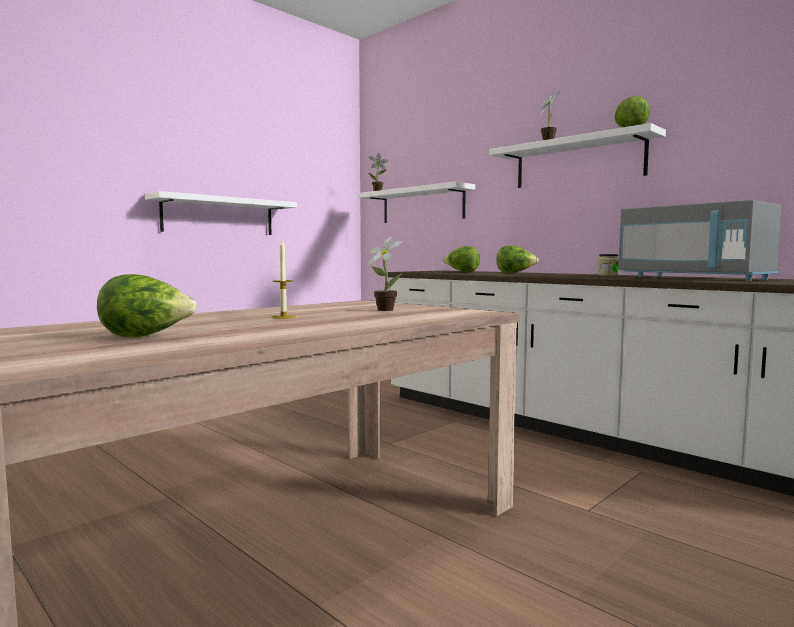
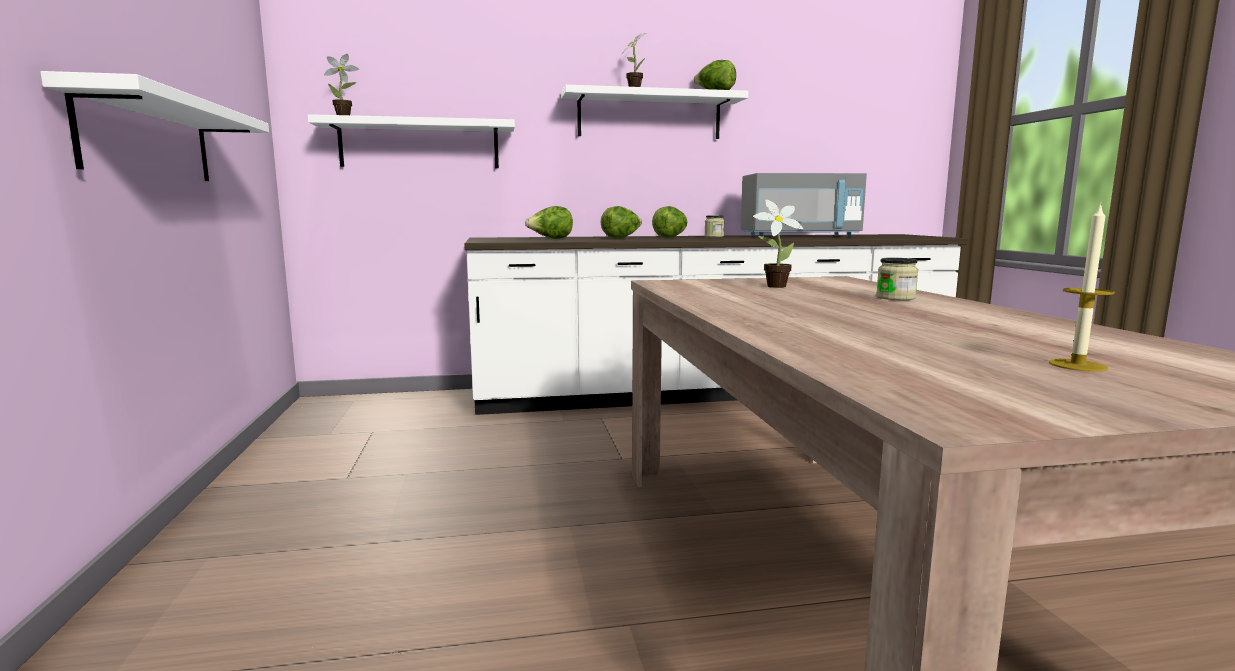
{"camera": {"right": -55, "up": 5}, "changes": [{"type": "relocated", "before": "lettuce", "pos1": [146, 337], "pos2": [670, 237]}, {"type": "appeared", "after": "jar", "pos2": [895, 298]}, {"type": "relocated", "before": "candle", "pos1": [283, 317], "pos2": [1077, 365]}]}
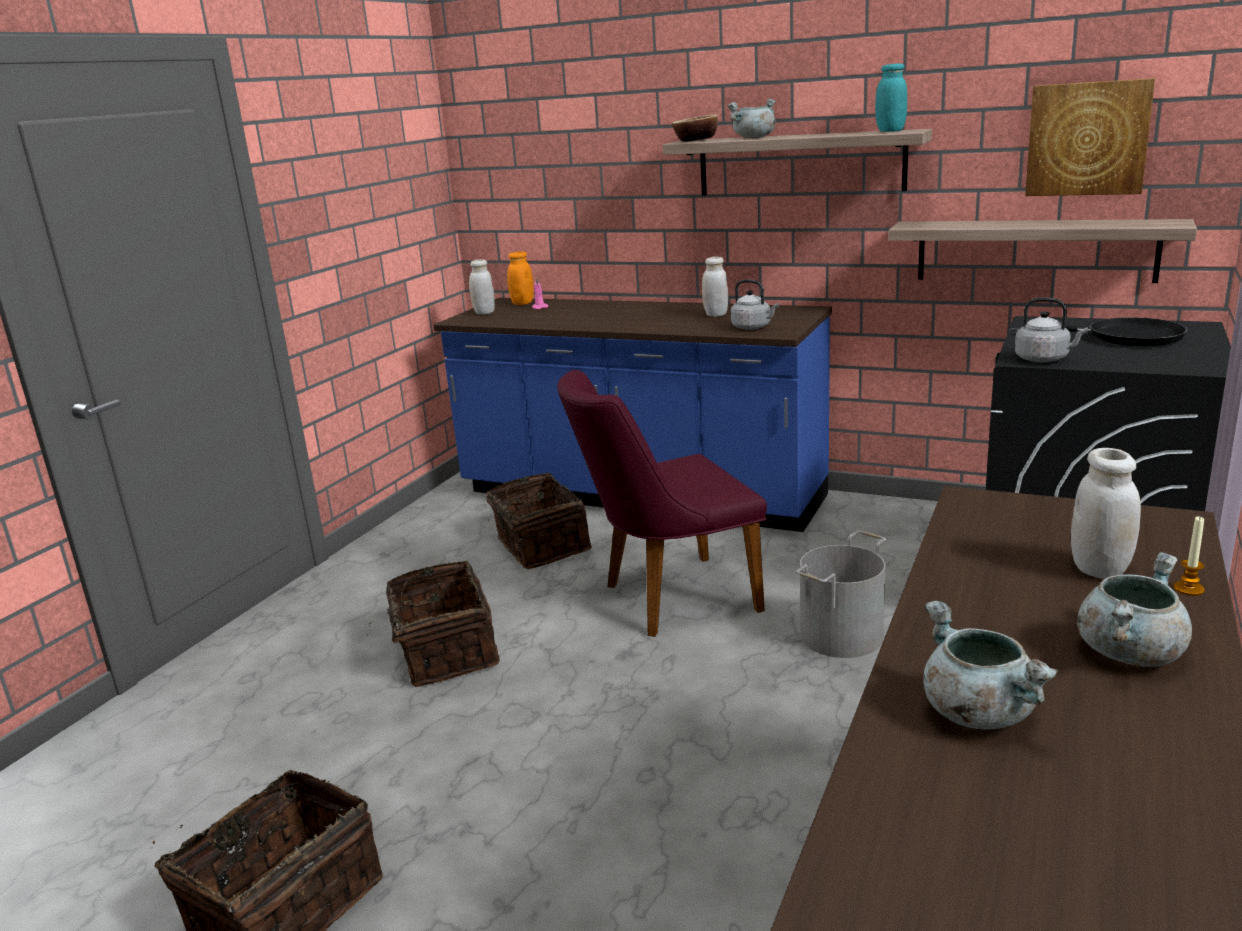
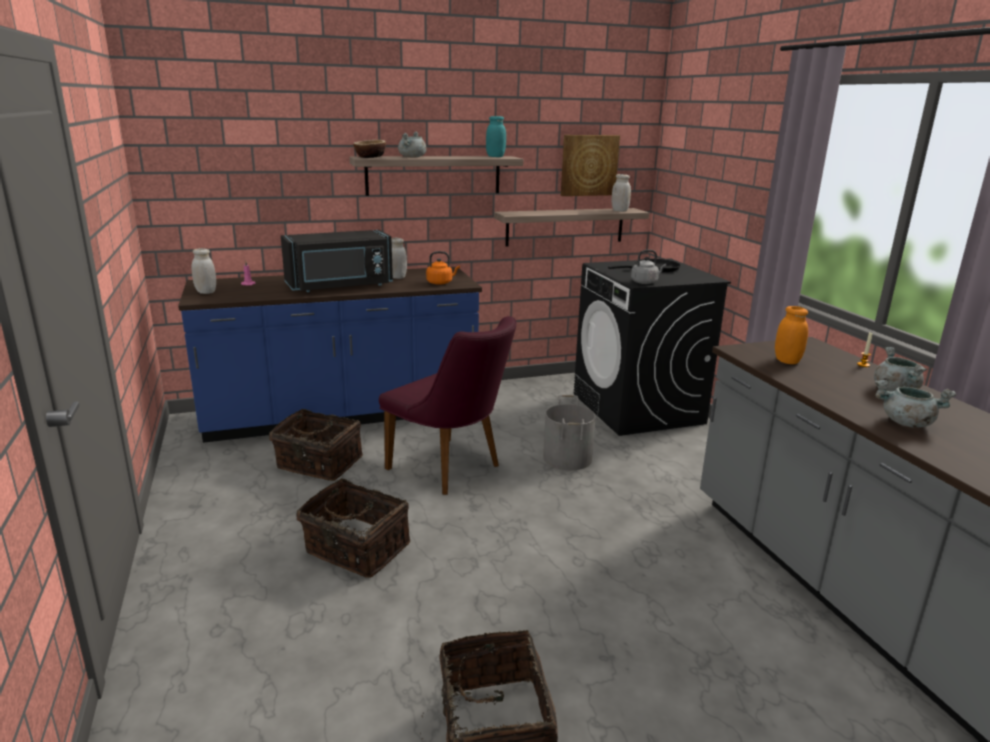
{"camera": {"right": -45, "up": 0}, "changes": [{"type": "appeared", "after": "microwave (black)", "pos2": [340, 286]}, {"type": "spun", "before": "chair (purple)", "pos1": [666, 599], "pos2": [451, 469], "turn": -75}, {"type": "colour", "before": "kettle (grey)", "after": "kettle (orange)", "pos1": [753, 327], "pos2": [441, 283]}, {"type": "relocated", "before": "jar (white)", "pos1": [1099, 569], "pos2": [619, 211]}, {"type": "relocated", "before": "jar (orange)", "pos1": [522, 303], "pos2": [787, 361]}]}
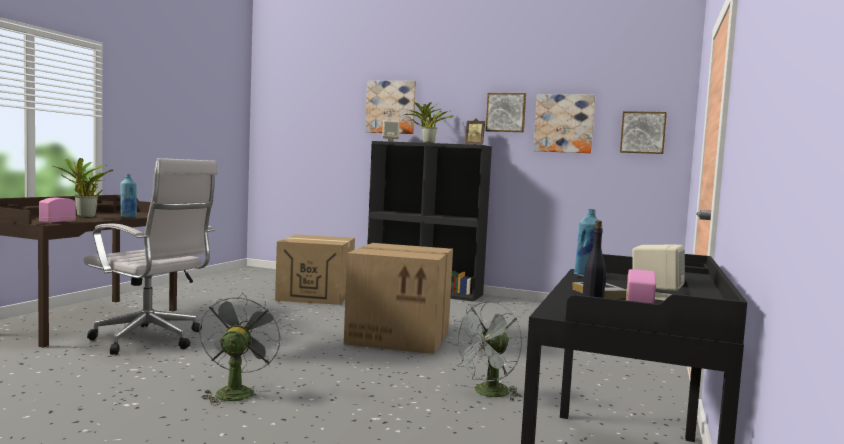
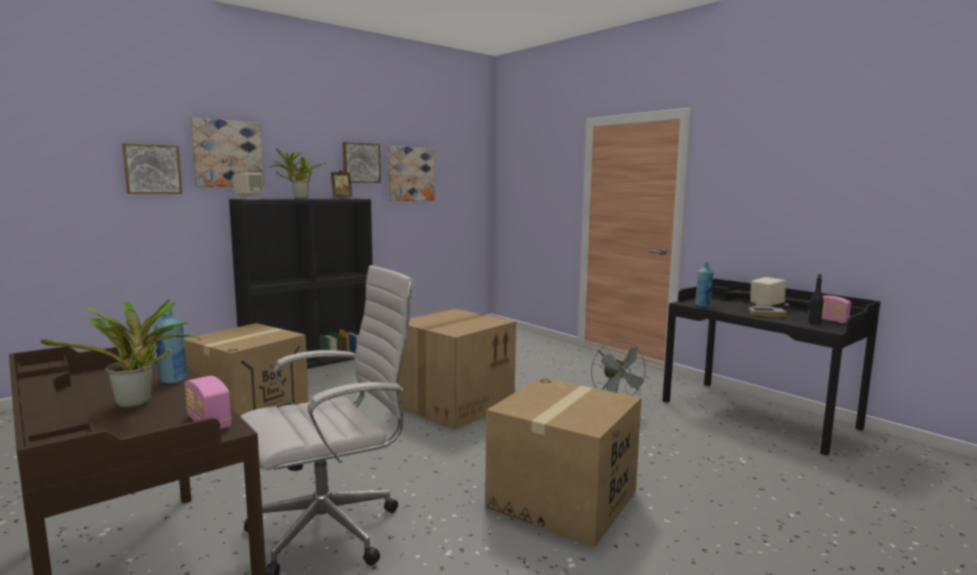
{"camera": {"right": -60, "up": 5}, "changes": [{"type": "relocated", "before": "picture", "pos1": [643, 132], "pos2": [152, 169]}, {"type": "exchanged", "before": "fan (grey)", "after": "cardboard box", "pos1": [235, 391], "pos2": [563, 500]}]}
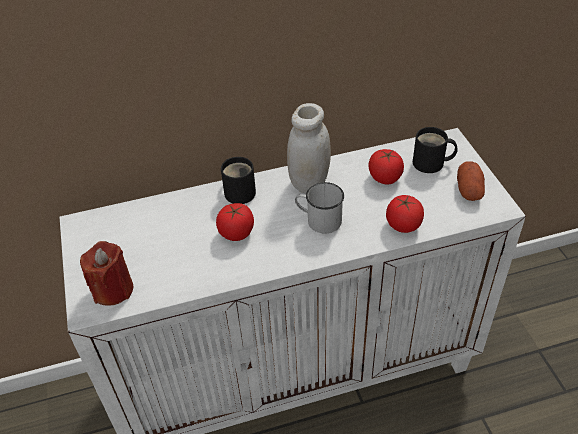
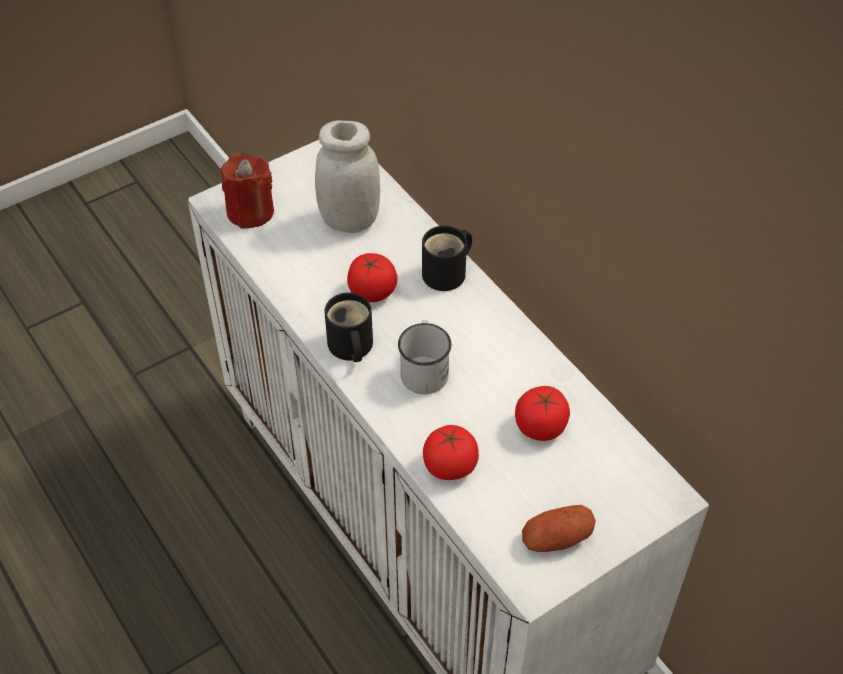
{"camera": {"right": 70, "up": 5}, "changes": [{"type": "relocated", "before": "jar (white)", "pos1": [309, 183], "pos2": [349, 220]}, {"type": "relocated", "before": "mug (black)", "pos1": [431, 164], "pos2": [349, 347]}]}
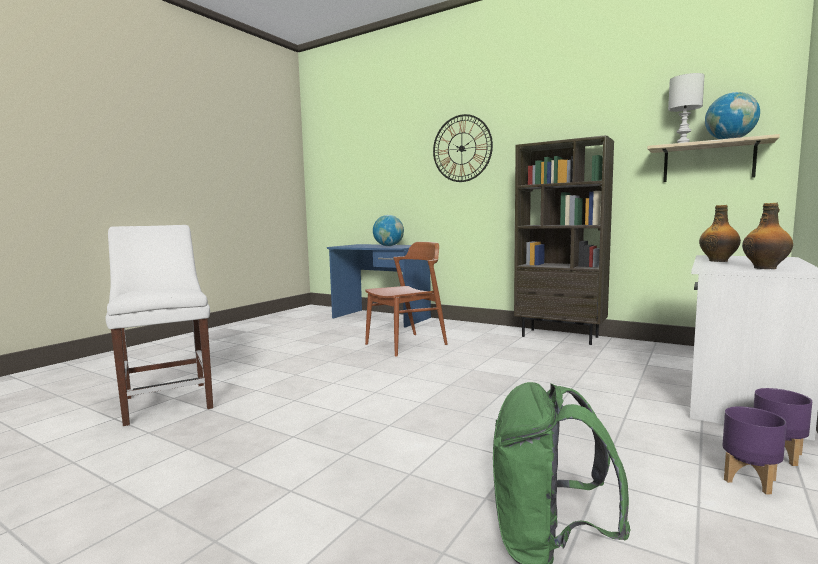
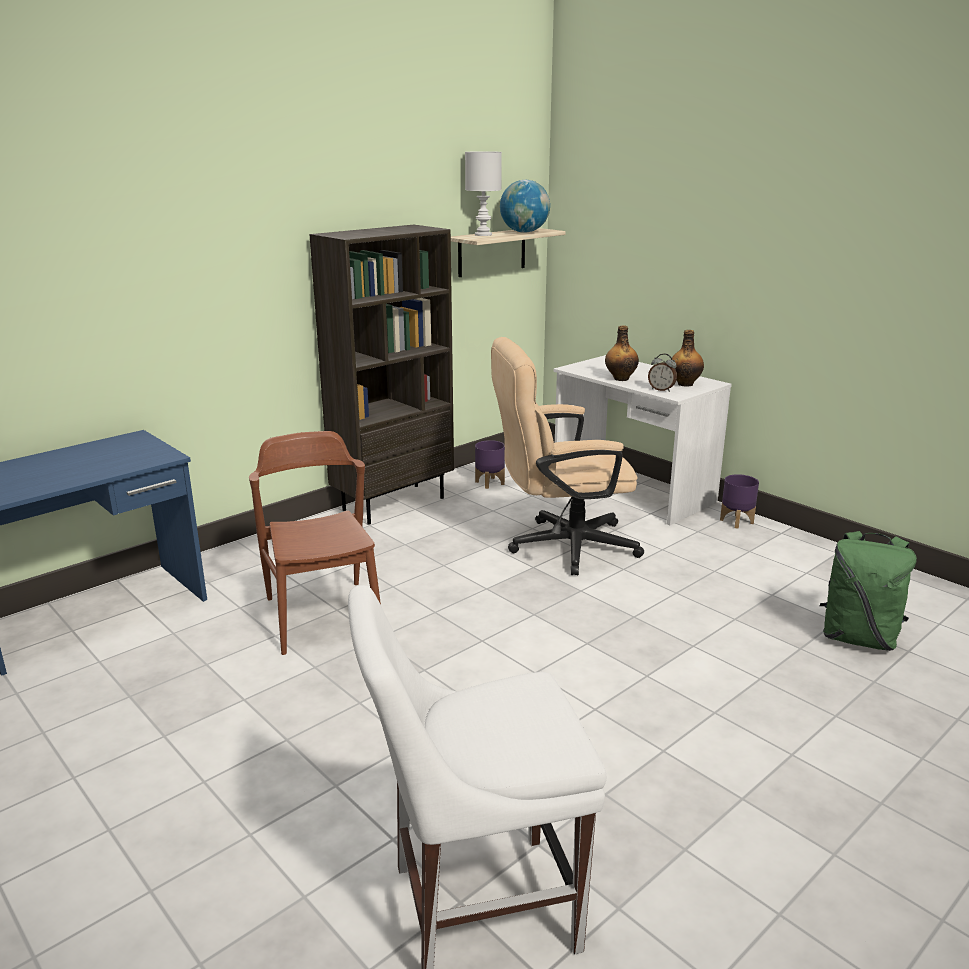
{"camera": {"right": -75, "up": 15}, "changes": [{"type": "relocated", "before": "planter (purple)", "pos1": [749, 480], "pos2": [490, 483]}, {"type": "appeared", "after": "office chair (beige)", "pos2": [561, 546]}, {"type": "appeared", "after": "alarm clock", "pos2": [661, 389]}, {"type": "missing", "before": "globe", "pos1": [388, 246]}, {"type": "missing", "before": "wall clock", "pos1": [462, 148]}]}
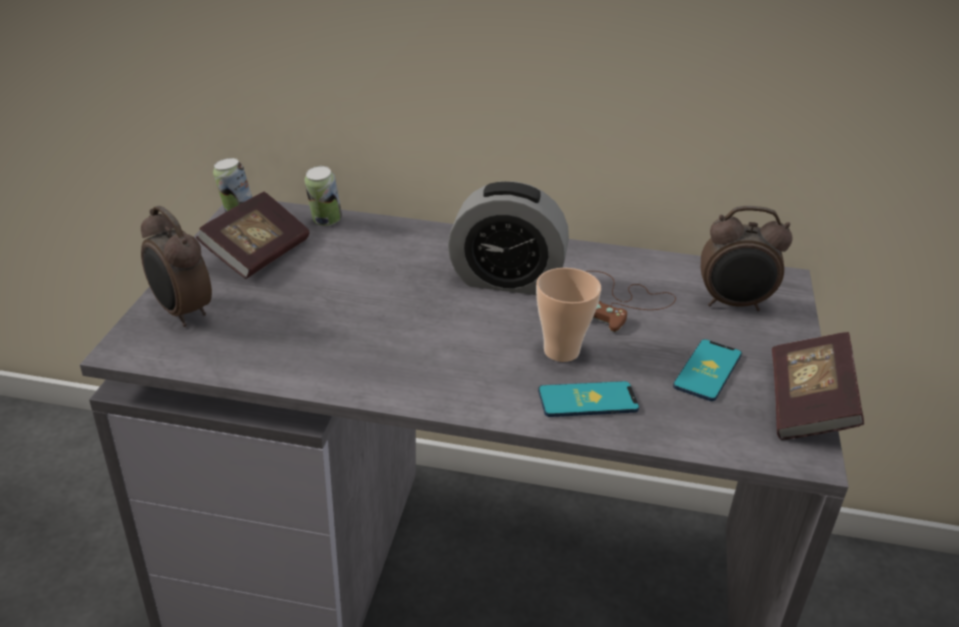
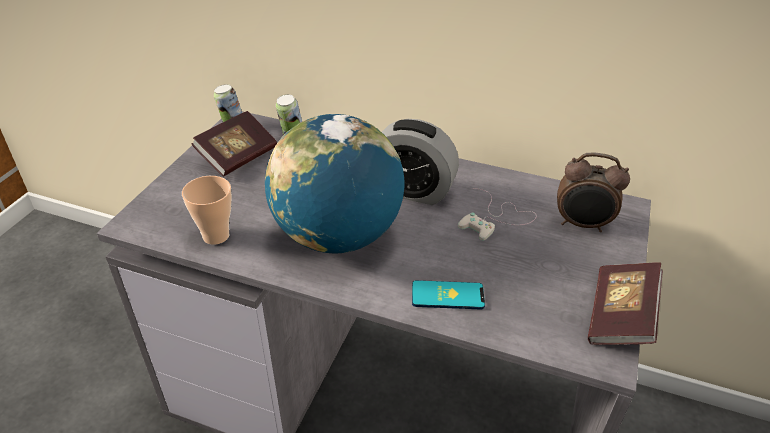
{"camera": {"right": 10, "up": 5}, "changes": [{"type": "relocated", "before": "cup", "pos1": [561, 351], "pos2": [216, 236]}, {"type": "appeared", "after": "globe", "pos2": [337, 236]}, {"type": "colour", "before": "game controller (brown)", "after": "game controller (white)", "pos1": [625, 305], "pos2": [496, 219]}, {"type": "missing", "before": "alarm clock", "pos1": [181, 312]}, {"type": "missing", "before": "phone", "pos1": [707, 370]}]}
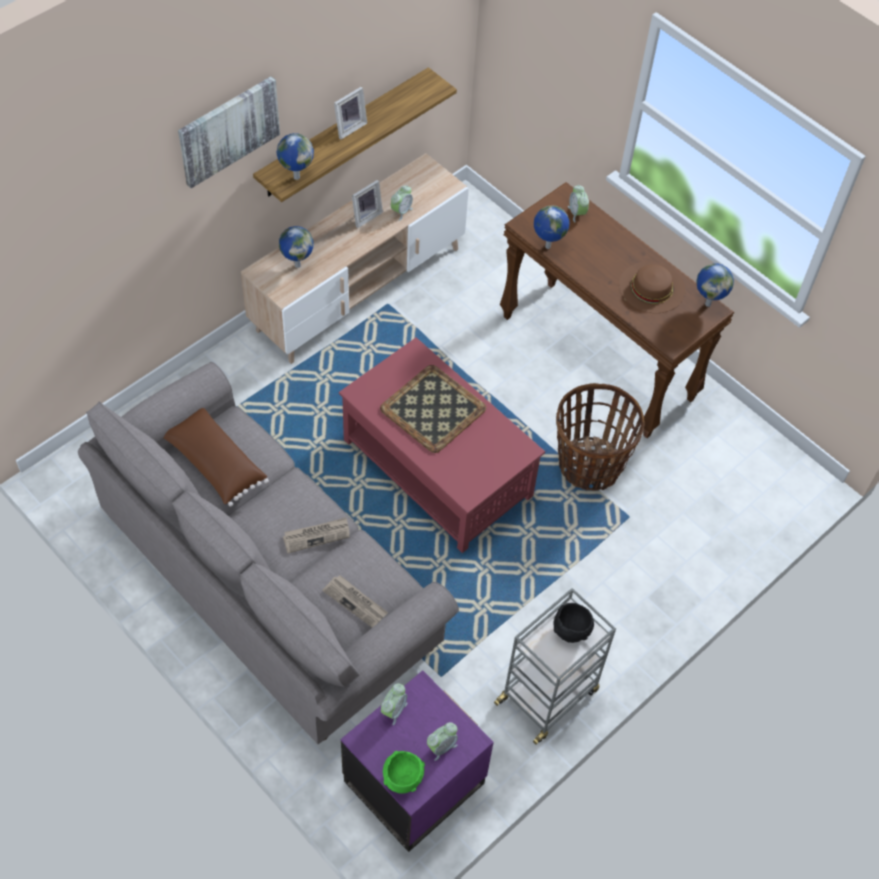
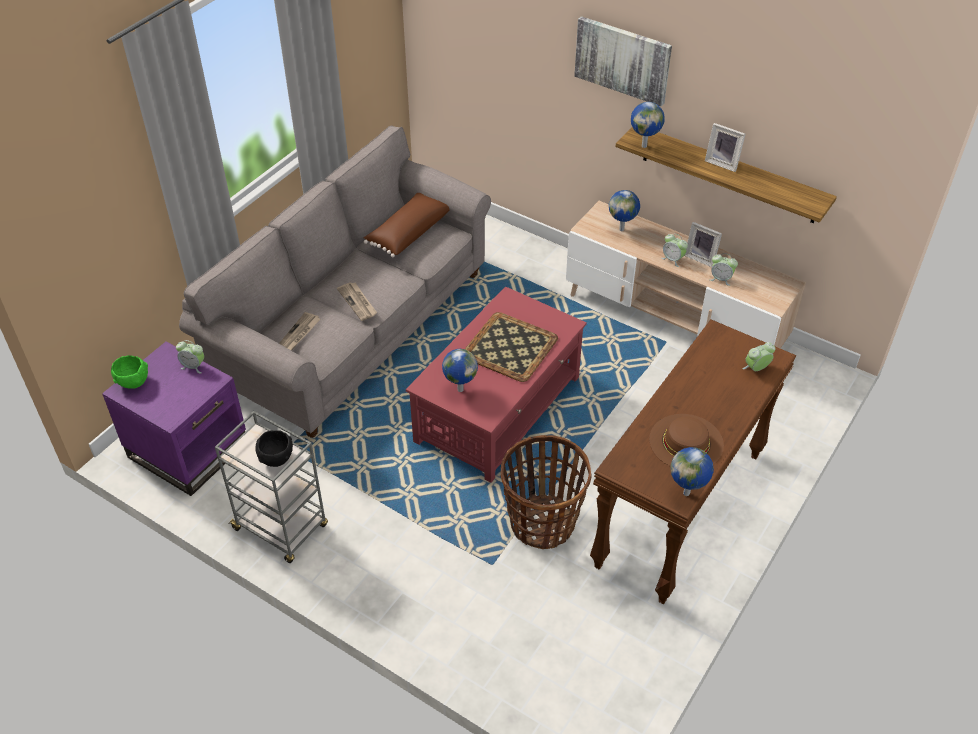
{"camera": {"right": 80, "up": -10}, "changes": [{"type": "relocated", "before": "globe", "pos1": [547, 247], "pos2": [460, 389]}, {"type": "relocated", "before": "alarm clock", "pos1": [441, 746], "pos2": [673, 259]}]}
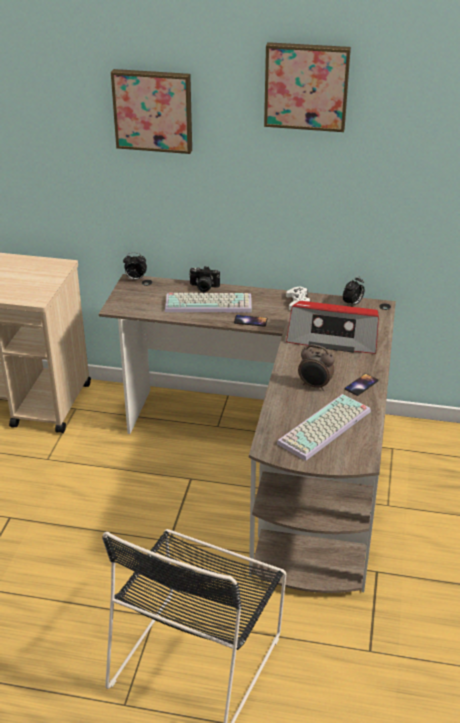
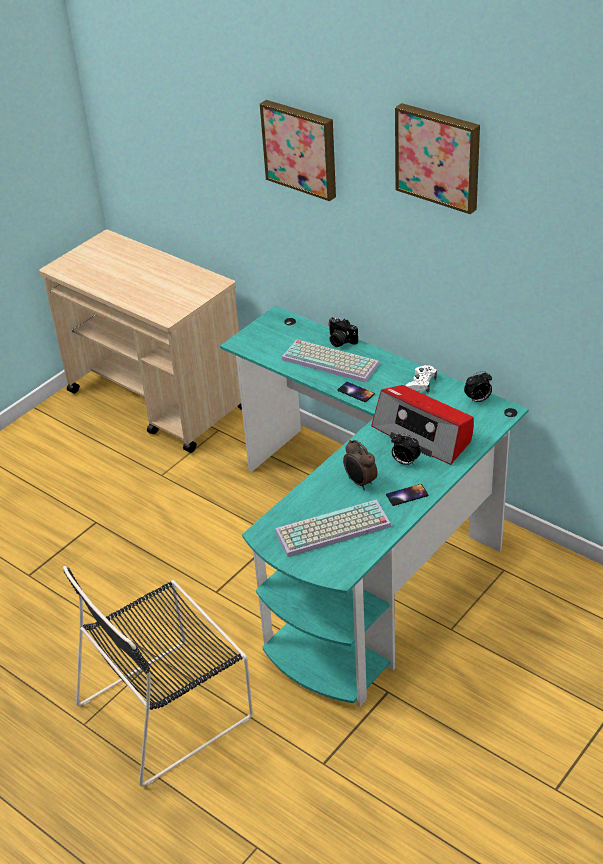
{"camera": {"right": 30, "up": 5}, "changes": [{"type": "colour", "before": "desk (brown)", "after": "desk (turquoise)", "pos1": [276, 466], "pos2": [368, 550]}, {"type": "relocated", "before": "alarm clock", "pos1": [135, 279], "pos2": [405, 462]}]}
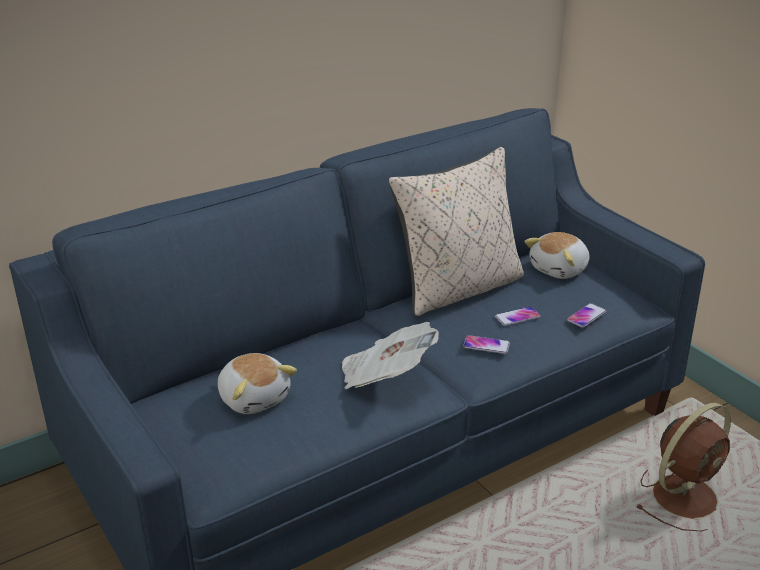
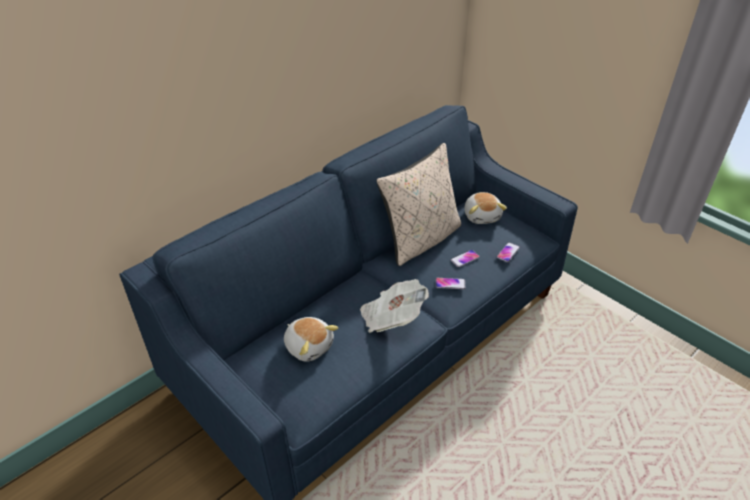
{"camera": {"right": -10, "up": 10}, "changes": [{"type": "spun", "before": "plush toy", "pos1": [560, 269], "pos2": [482, 216], "turn": -45}, {"type": "missing", "before": "fan (brown)", "pos1": [686, 495]}]}
